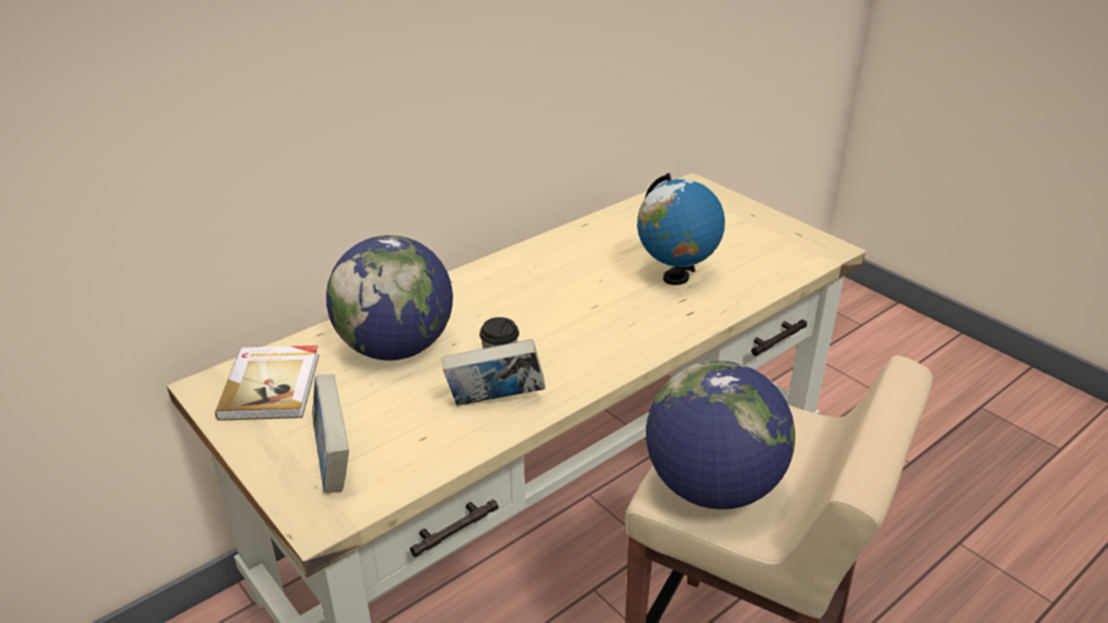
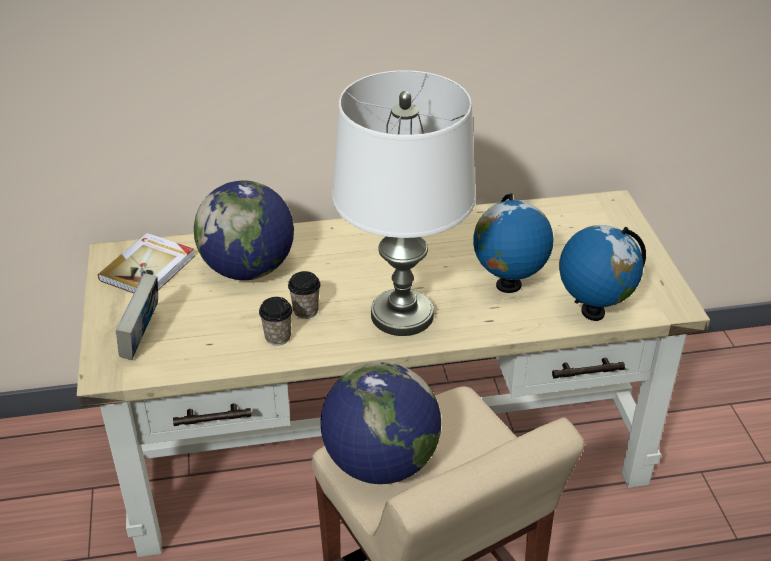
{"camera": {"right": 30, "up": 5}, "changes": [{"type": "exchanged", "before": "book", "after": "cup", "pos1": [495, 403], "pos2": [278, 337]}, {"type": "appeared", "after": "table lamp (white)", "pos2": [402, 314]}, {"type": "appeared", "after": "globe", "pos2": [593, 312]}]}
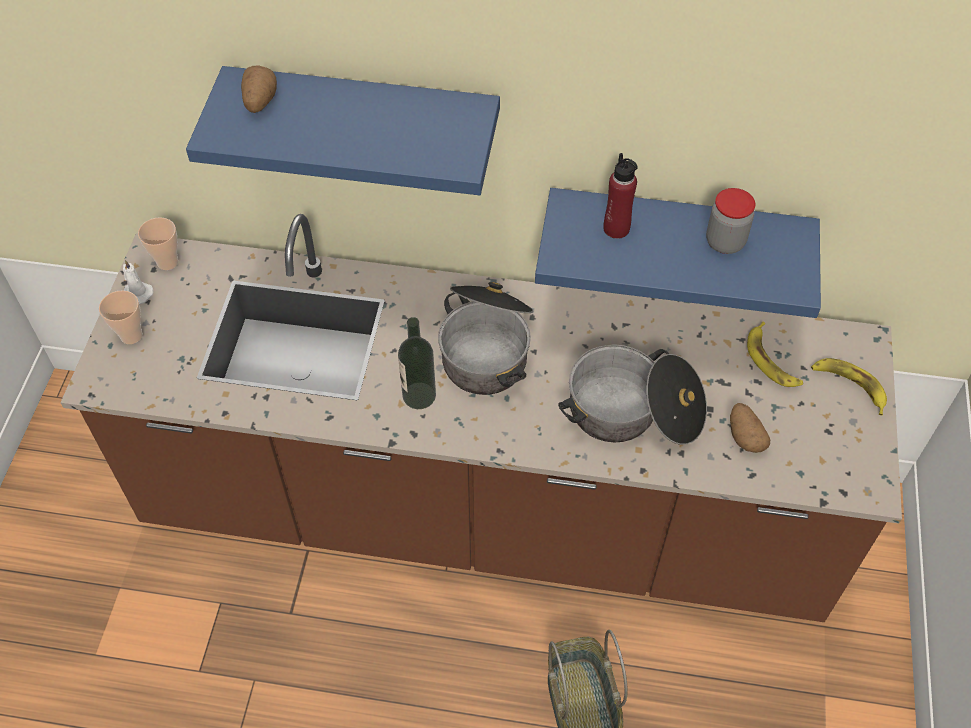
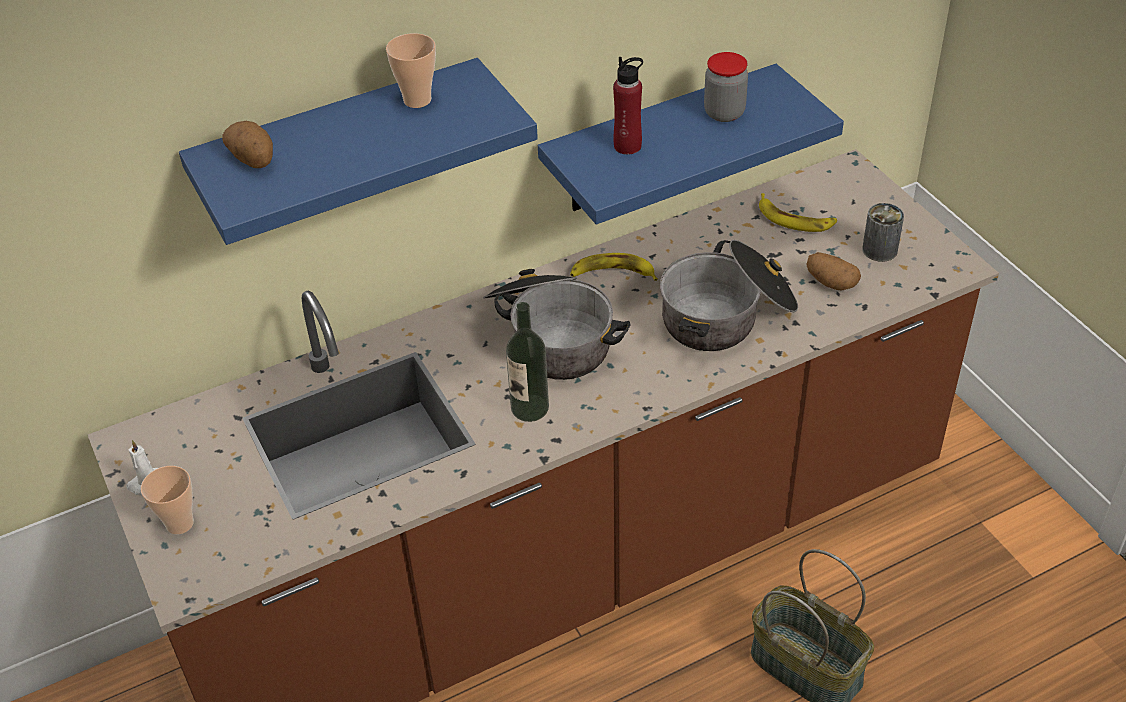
{"camera": {"right": -35, "up": -10}, "changes": [{"type": "relocated", "before": "cup", "pos1": [167, 262], "pos2": [417, 100]}, {"type": "relocated", "before": "banana", "pos1": [849, 386], "pos2": [612, 273]}, {"type": "appeared", "after": "can", "pos2": [879, 250]}]}
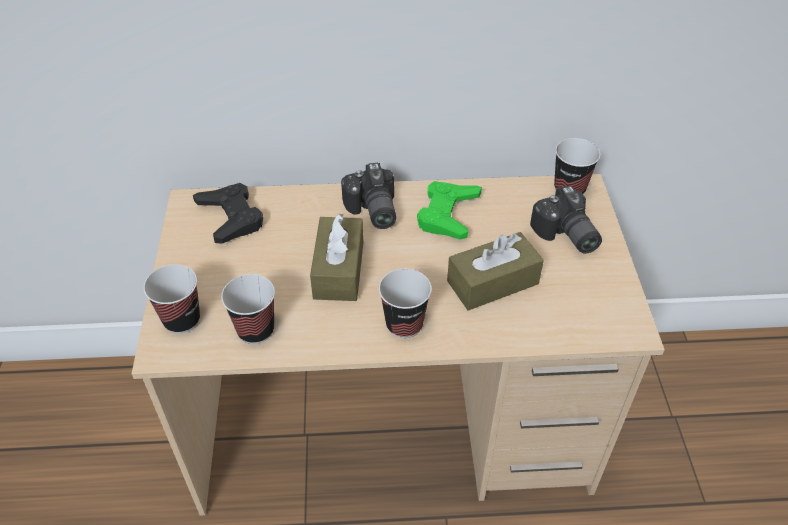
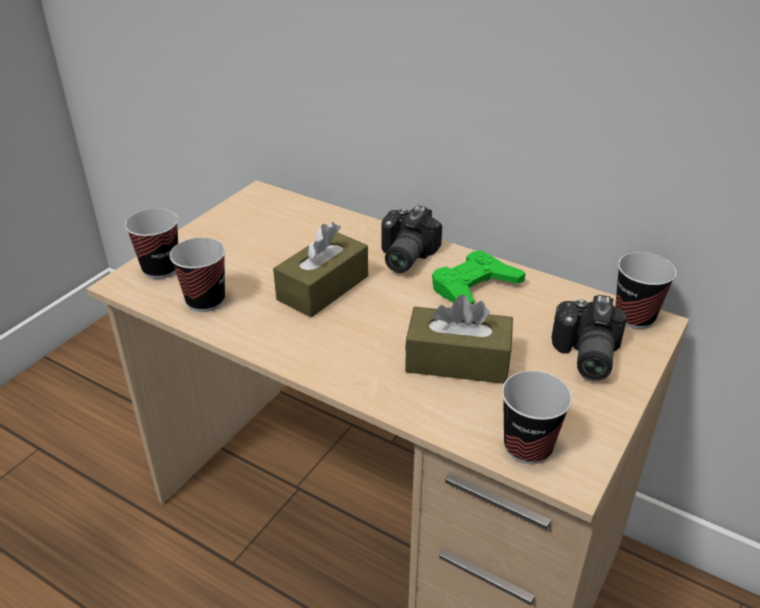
{"camera": {"right": 35, "up": -10}, "changes": [{"type": "relocated", "before": "cup", "pos1": [404, 324], "pos2": [528, 447]}, {"type": "missing", "before": "game controller (black)", "pos1": [231, 217]}]}
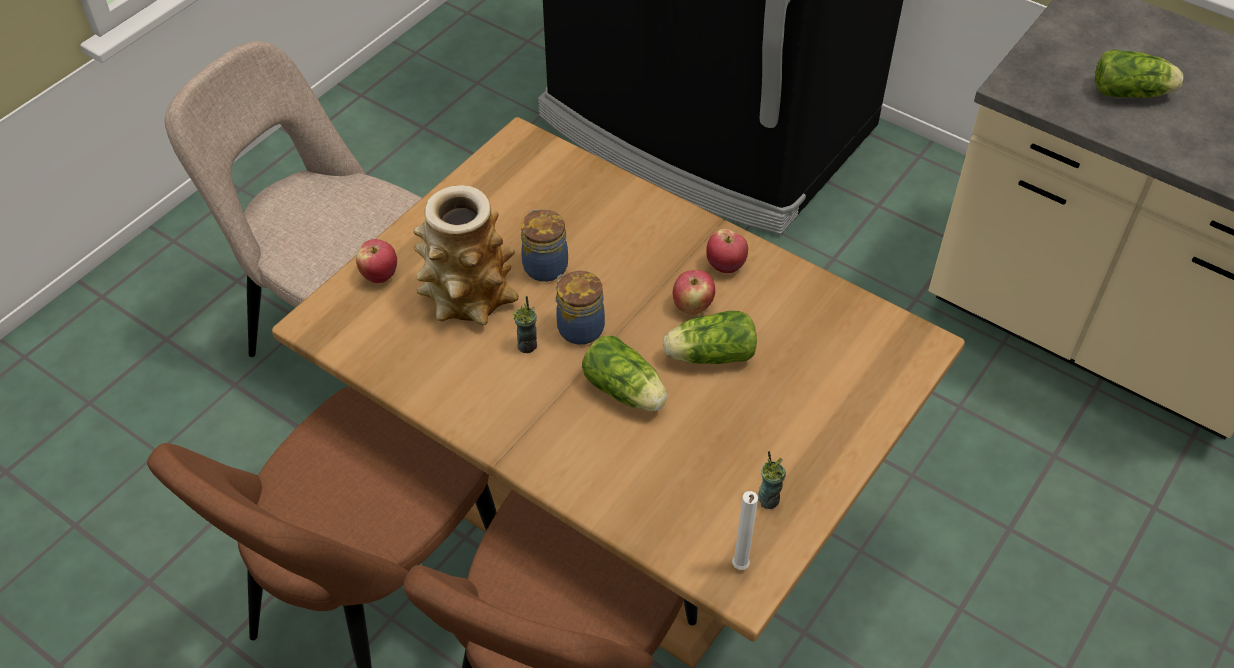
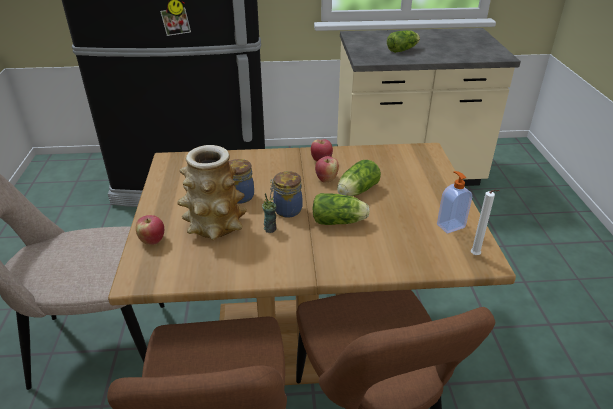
{"camera": {"right": -40, "up": -15}, "changes": [{"type": "exchanged", "before": "cup", "after": "soap dispenser", "pos1": [768, 499], "pos2": [450, 225]}]}
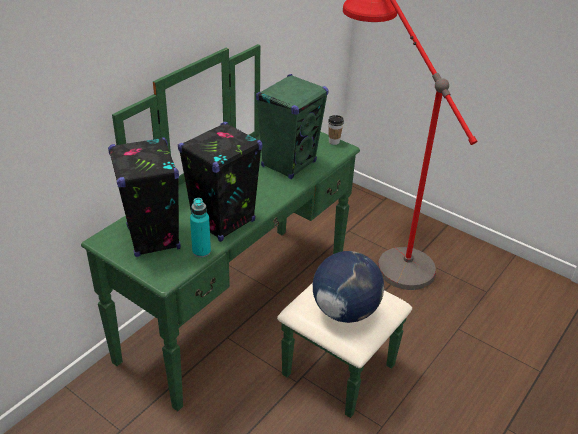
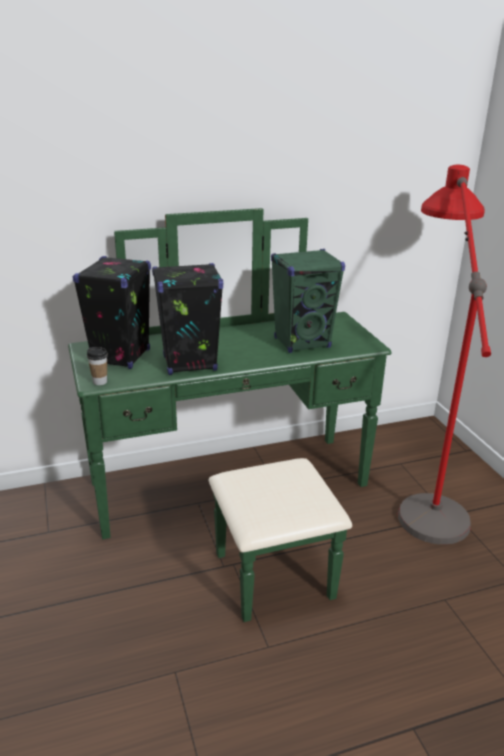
{"camera": {"right": 35, "up": -10}, "changes": [{"type": "relocated", "before": "cup", "pos1": [334, 142], "pos2": [100, 382]}, {"type": "missing", "before": "bottle (turquoise)", "pos1": [201, 251]}, {"type": "missing", "before": "globe", "pos1": [344, 311]}]}
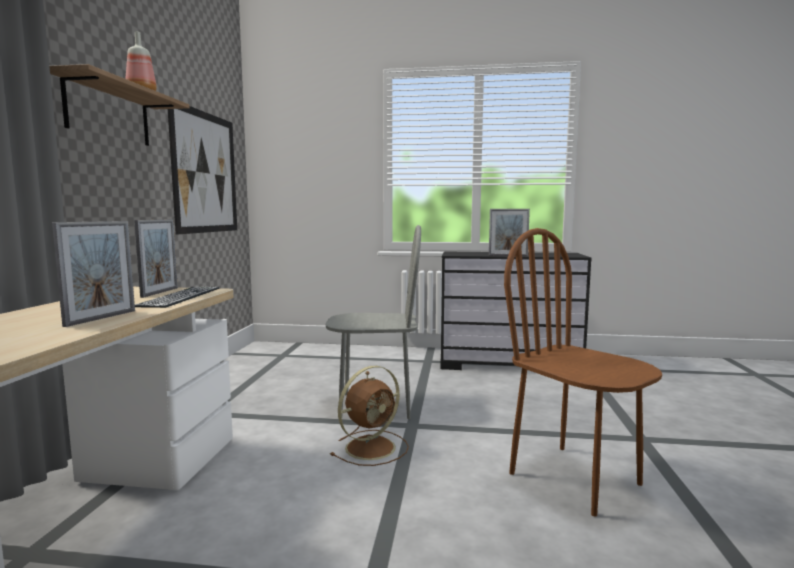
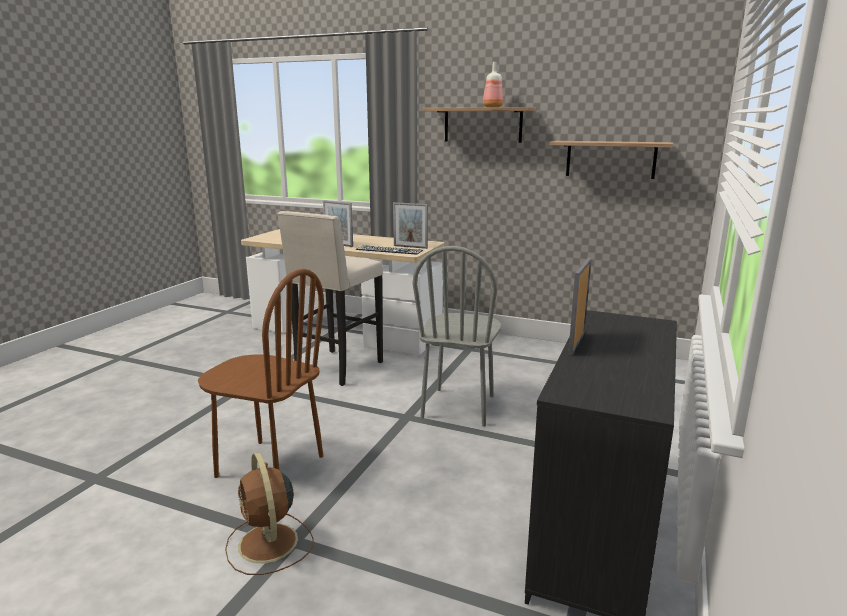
{"camera": {"right": 105, "up": 10}, "changes": [{"type": "spun", "before": "chair (brown)", "pos1": [575, 478], "pos2": [269, 467], "turn": 45}, {"type": "relocated", "before": "fan (brown)", "pos1": [372, 447], "pos2": [269, 544]}, {"type": "appeared", "after": "stool (beige)", "pos2": [337, 368]}, {"type": "exchanged", "before": "picture", "after": "shelf", "pos1": [206, 173], "pos2": [610, 159]}]}
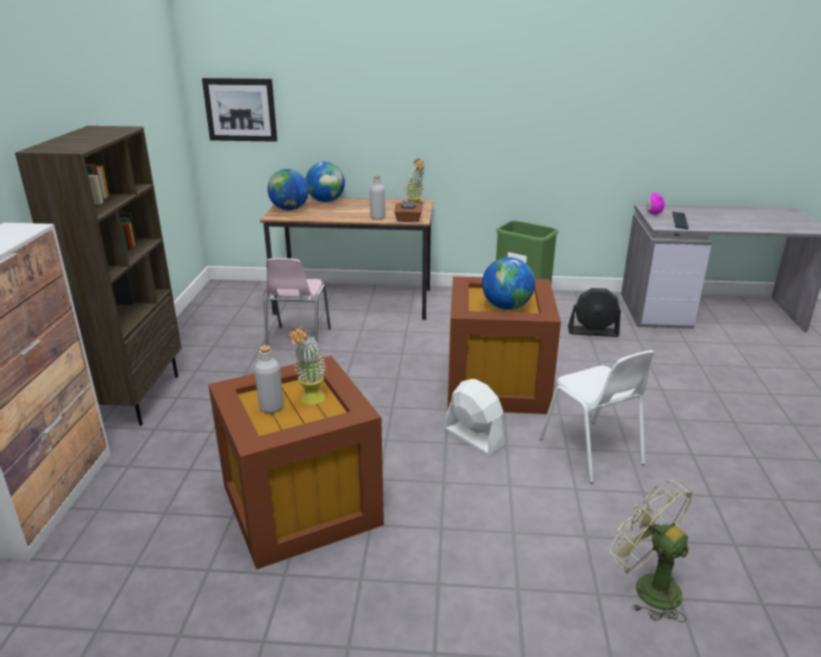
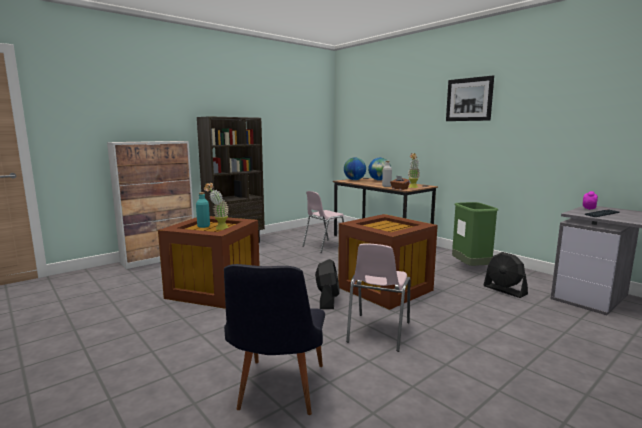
{"camera": {"right": 45, "up": -15}, "changes": [{"type": "colour", "before": "bottle (grey)", "after": "bottle (turquoise)", "pos1": [271, 407], "pos2": [203, 226]}, {"type": "exchanged", "before": "fan (green)", "after": "chair (black)", "pos1": [647, 587], "pos2": [278, 392]}, {"type": "colour", "before": "fan (white)", "after": "fan (black)", "pos1": [473, 437], "pos2": [327, 300]}, {"type": "colour", "before": "chair (white)", "after": "chair (pink)", "pos1": [591, 452], "pos2": [377, 332]}, {"type": "relocated", "before": "picture", "pos1": [240, 110], "pos2": [469, 99]}, {"type": "missing", "before": "globe", "pos1": [506, 307]}]}
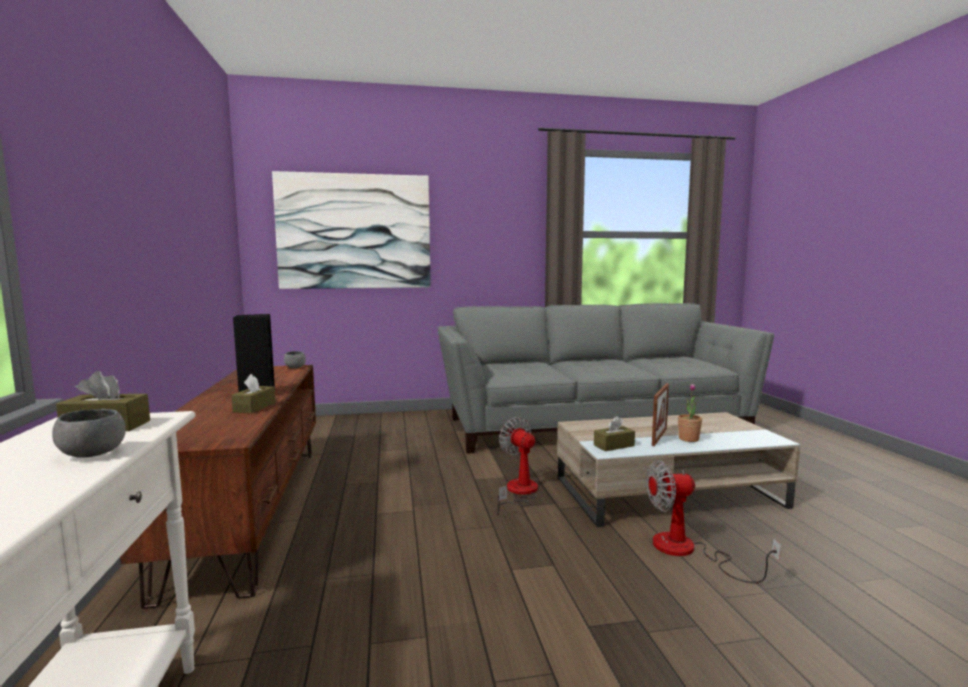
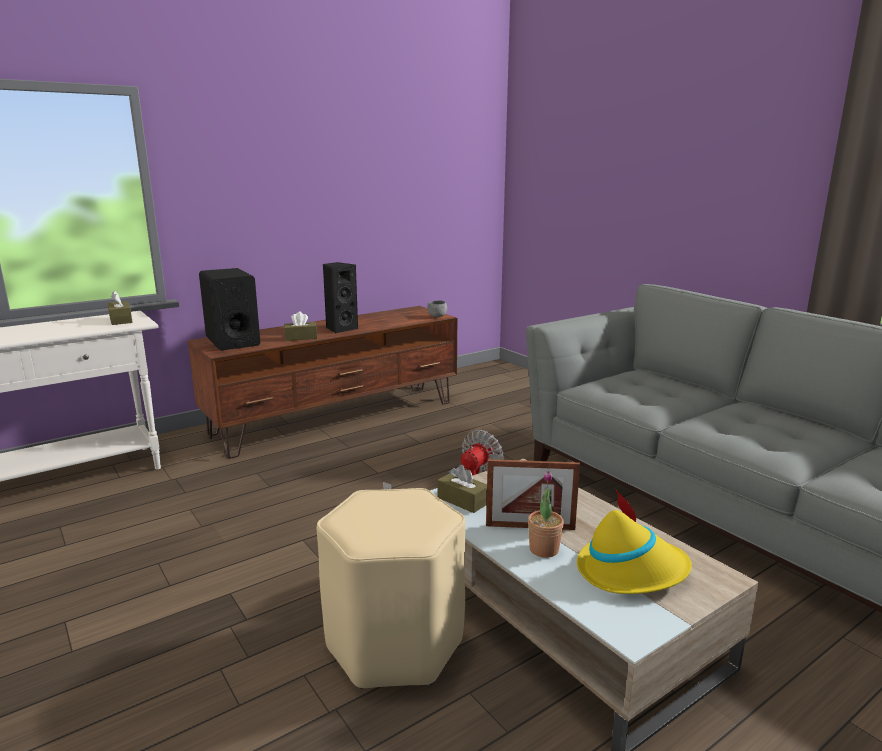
{"camera": {"right": 65, "up": 10}, "changes": [{"type": "appeared", "after": "speaker (black)", "pos2": [232, 341]}, {"type": "exchanged", "before": "fan", "after": "stool (beige)", "pos1": [688, 551], "pos2": [394, 644]}, {"type": "appeared", "after": "hat (yellow)", "pos2": [631, 571]}, {"type": "missing", "before": "bowl (grey)", "pos1": [92, 454]}, {"type": "missing", "before": "picture", "pos1": [354, 232]}]}
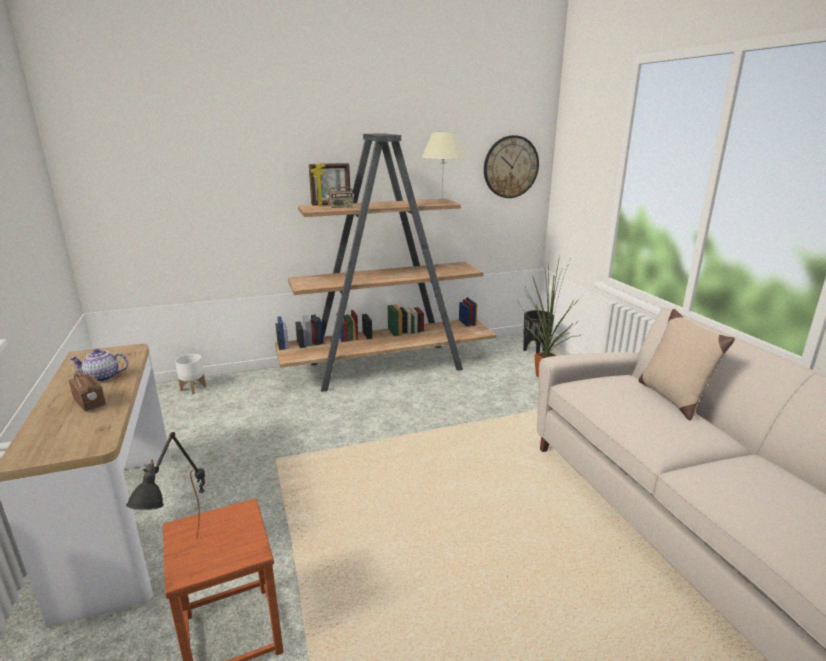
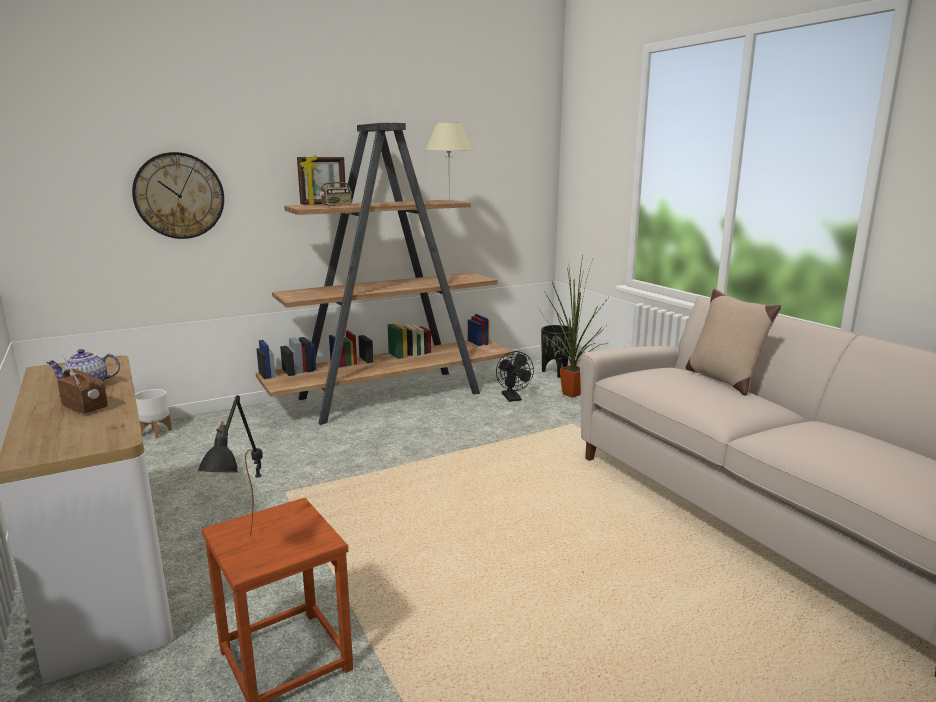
{"camera": {"right": -10, "up": -5}, "changes": [{"type": "relocated", "before": "wall clock", "pos1": [510, 167], "pos2": [179, 196]}, {"type": "appeared", "after": "fan (black)", "pos2": [513, 398]}]}
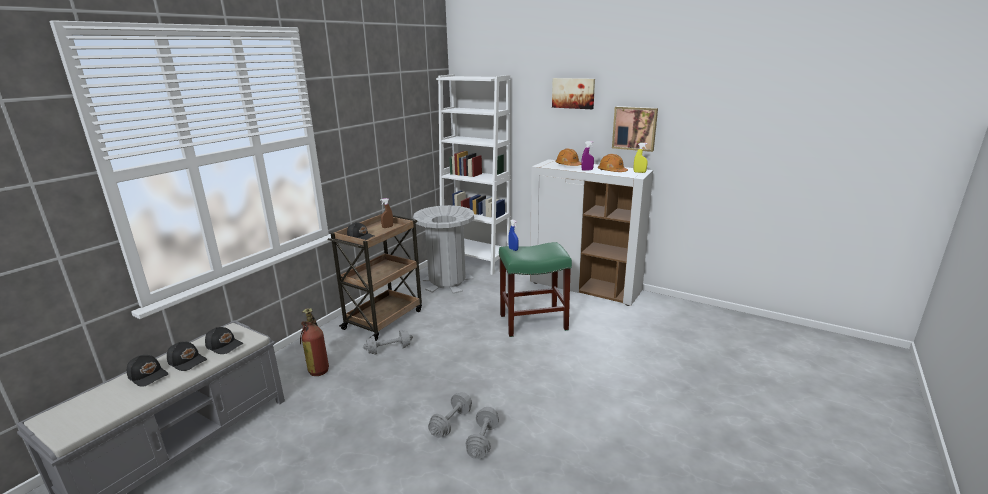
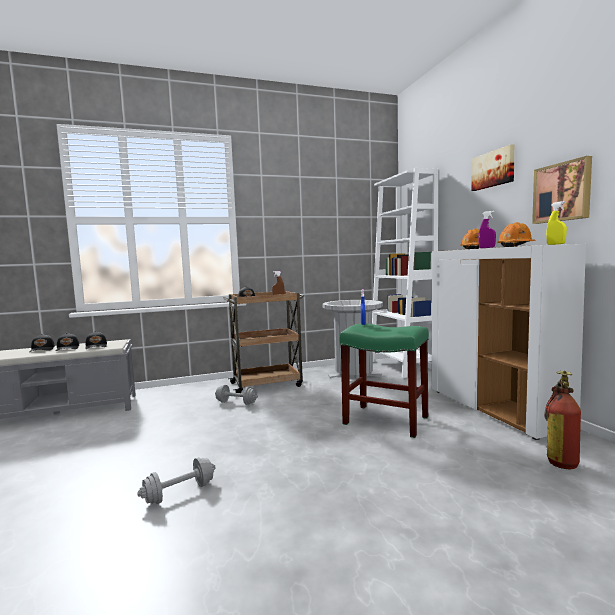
{"camera": {"right": 40, "up": -15}, "changes": [{"type": "relocated", "before": "fire extinguisher", "pos1": [318, 367], "pos2": [559, 458]}, {"type": "missing", "before": "dumbbell (grey)", "pos1": [451, 423]}]}
